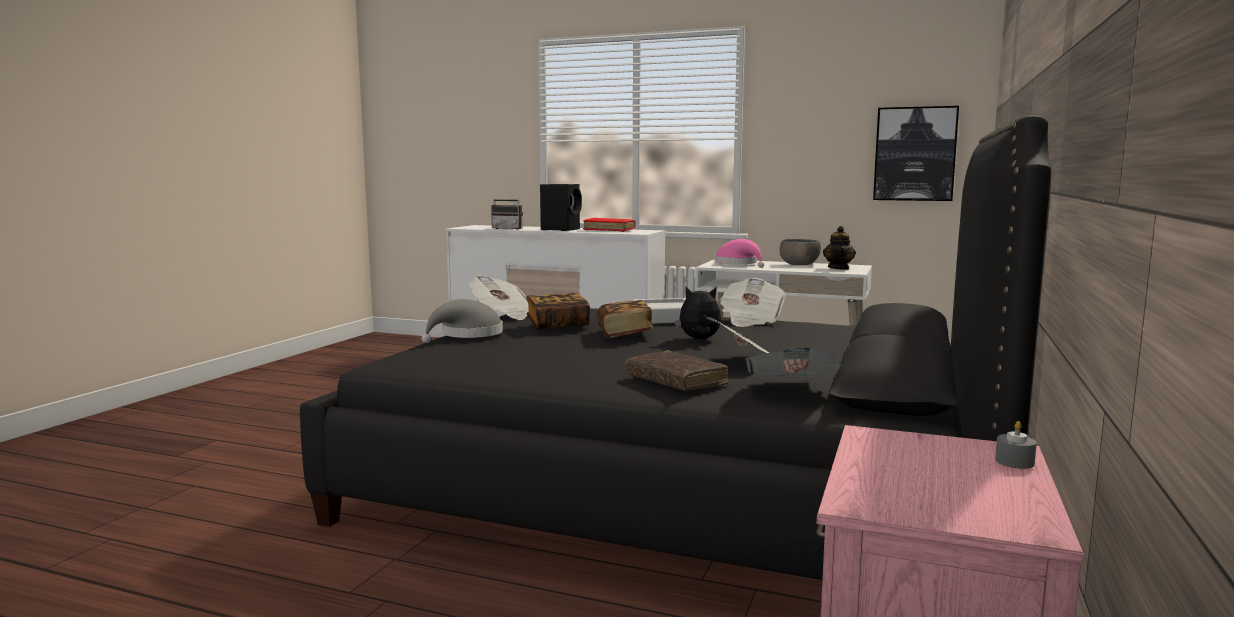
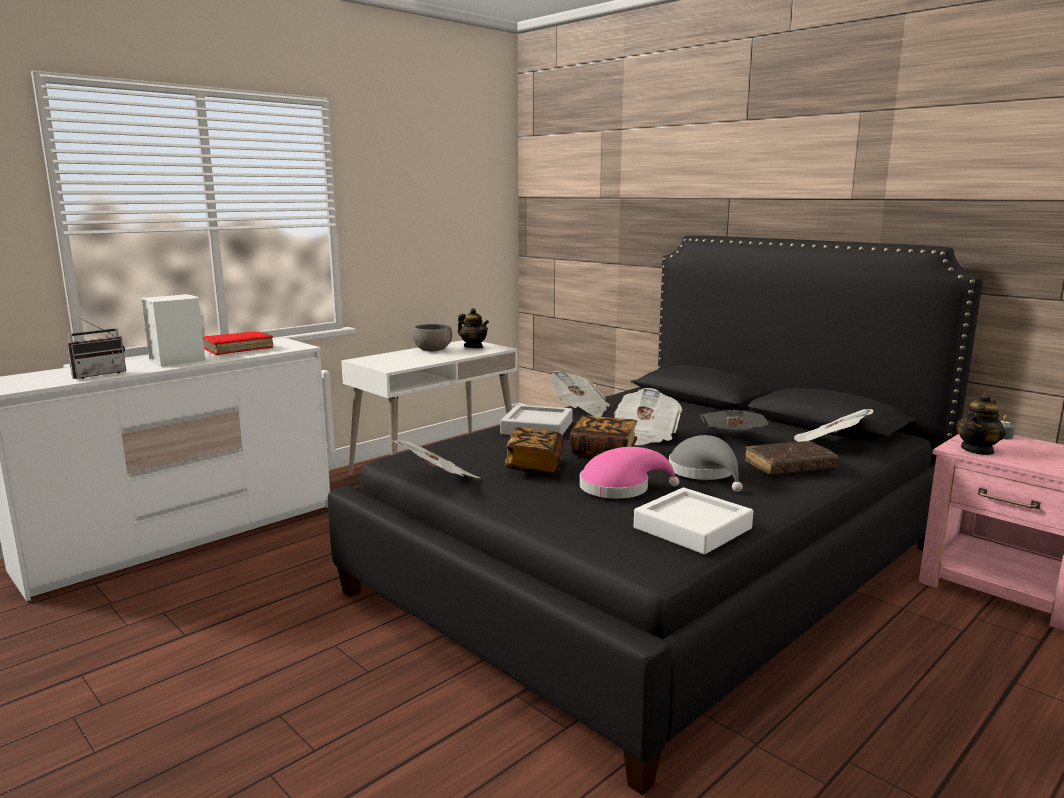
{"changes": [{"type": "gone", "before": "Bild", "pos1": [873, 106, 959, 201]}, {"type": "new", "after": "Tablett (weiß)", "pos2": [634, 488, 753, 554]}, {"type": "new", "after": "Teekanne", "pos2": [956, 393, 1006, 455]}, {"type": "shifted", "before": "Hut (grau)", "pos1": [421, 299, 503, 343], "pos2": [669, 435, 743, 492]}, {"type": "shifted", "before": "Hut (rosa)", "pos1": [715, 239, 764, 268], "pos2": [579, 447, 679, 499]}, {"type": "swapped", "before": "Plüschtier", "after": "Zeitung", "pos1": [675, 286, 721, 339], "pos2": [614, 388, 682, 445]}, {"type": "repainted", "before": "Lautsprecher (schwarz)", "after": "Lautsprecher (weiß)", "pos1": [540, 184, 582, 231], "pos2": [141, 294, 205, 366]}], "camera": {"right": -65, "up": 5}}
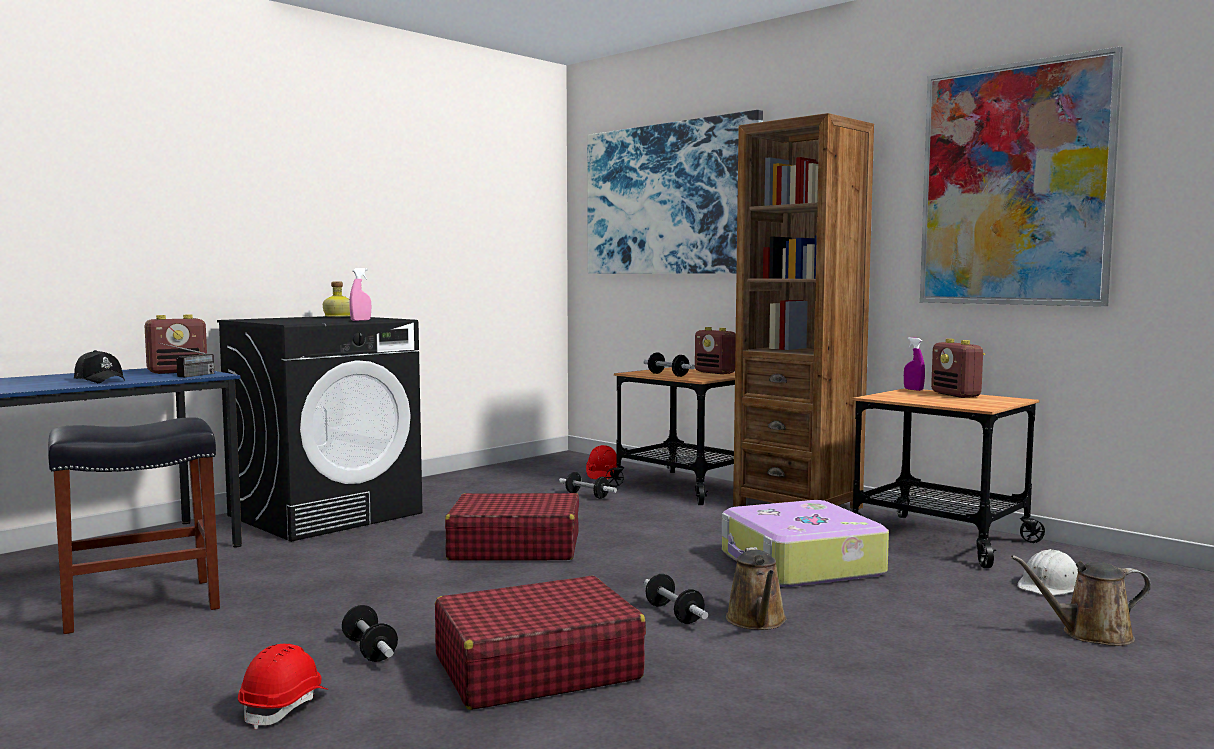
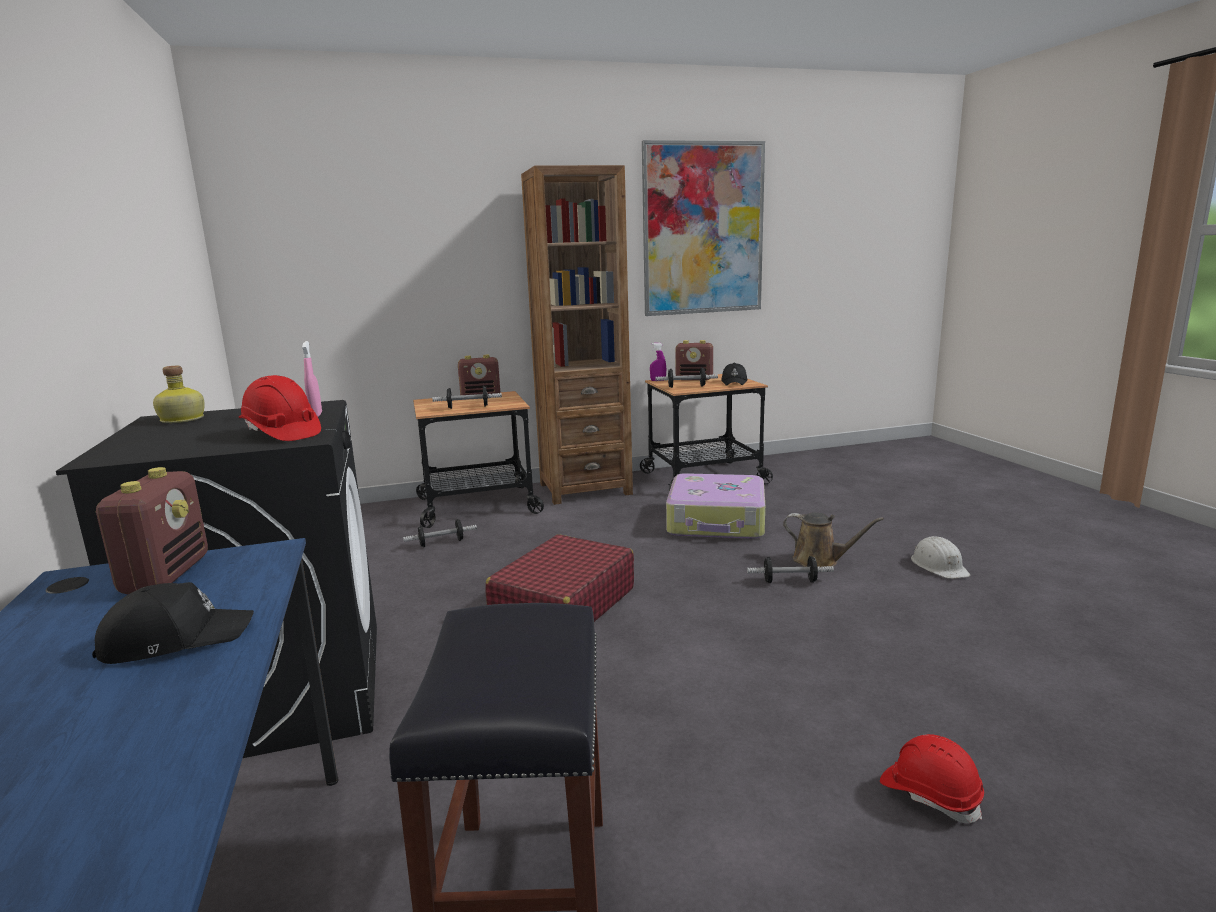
{"changes": [{"type": "gone", "before": "Radio", "pos1": [160, 343, 214, 377]}, {"type": "gone", "before": "Koffer (rot)", "pos1": [435, 576, 646, 710]}, {"type": "gone", "before": "Bild", "pos1": [587, 110, 763, 274]}, {"type": "gone", "before": "Gießkanne (braun)", "pos1": [1011, 555, 1151, 646]}, {"type": "new", "after": "Kappe (schwarz)", "pos2": [721, 363, 748, 386]}, {"type": "shifted", "before": "Hantel", "pos1": [342, 605, 398, 662], "pos2": [655, 367, 718, 388]}, {"type": "shifted", "before": "Schutzhelm (rot)", "pos1": [586, 445, 617, 479], "pos2": [239, 375, 321, 441]}, {"type": "shifted", "before": "Schutzhelm (weiß)", "pos1": [1017, 549, 1078, 595], "pos2": [911, 536, 970, 579]}], "camera": {"right": -60, "up": 10}}
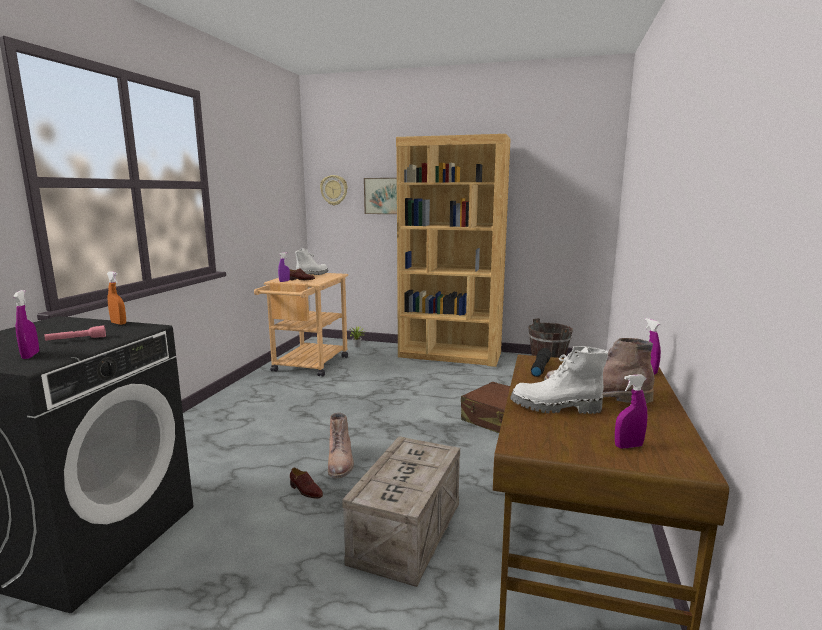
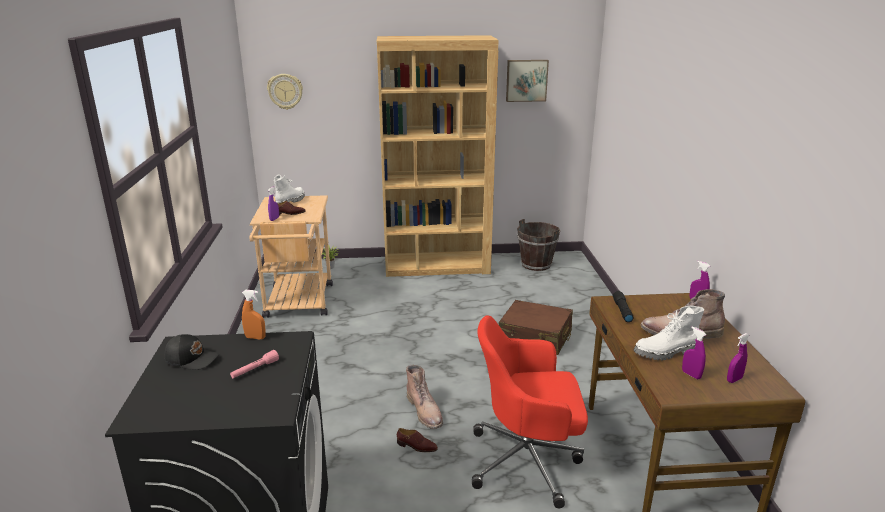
{"changes": [{"type": "new", "after": "Kappe (schwarz)", "pos2": [165, 334, 219, 370]}, {"type": "shifted", "before": "Sprühflasche (lila)", "pos1": [13, 290, 39, 359], "pos2": [682, 326, 706, 379]}, {"type": "shifted", "before": "Bild", "pos1": [364, 178, 397, 214], "pos2": [506, 60, 549, 102]}, {"type": "swapped", "before": "Kiste", "after": "Bürostuhl (rot)", "pos1": [342, 436, 460, 587], "pos2": [472, 316, 588, 508]}], "camera": {"right": -20, "up": 10}}
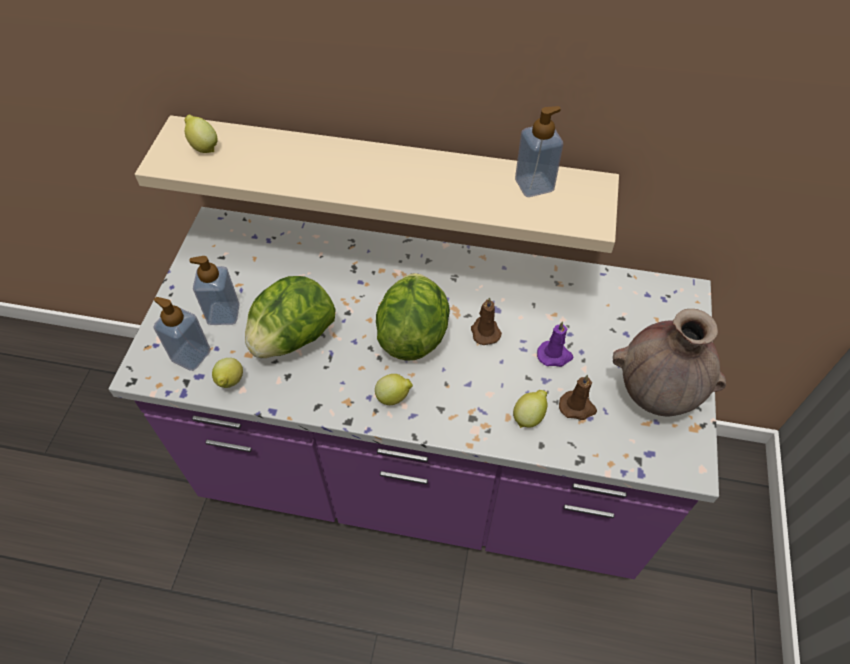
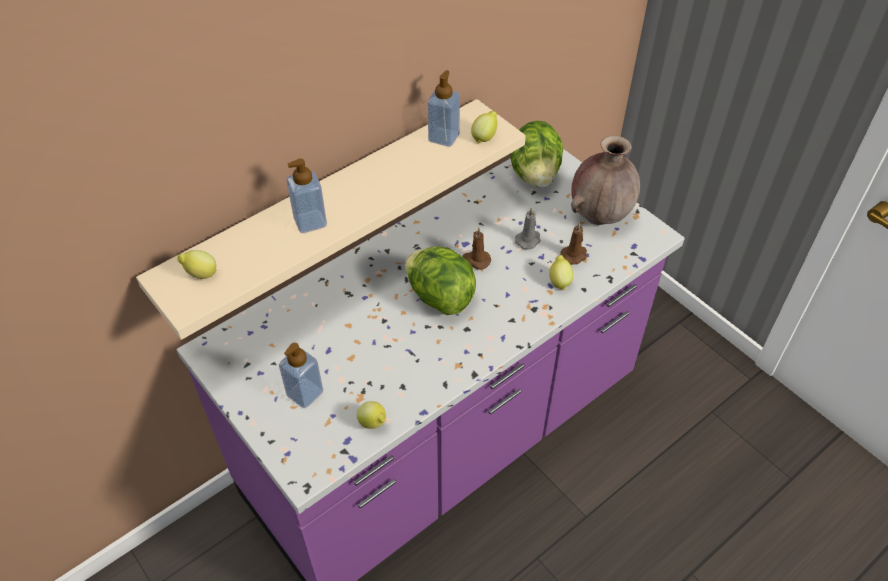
{"changes": [{"type": "shifted", "before": "Seifenspender", "pos1": [153, 297, 211, 371], "pos2": [286, 158, 327, 233]}, {"type": "shifted", "before": "Salatkopf", "pos1": [245, 276, 336, 358], "pos2": [510, 120, 563, 188]}, {"type": "shifted", "before": "Zitrone", "pos1": [375, 374, 413, 405], "pos2": [471, 111, 498, 143]}, {"type": "repainted", "before": "Kerze (lila)", "after": "Kerze (grau)", "pos1": [537, 321, 573, 367], "pos2": [515, 207, 541, 250]}], "camera": {"right": -50, "up": -5}}
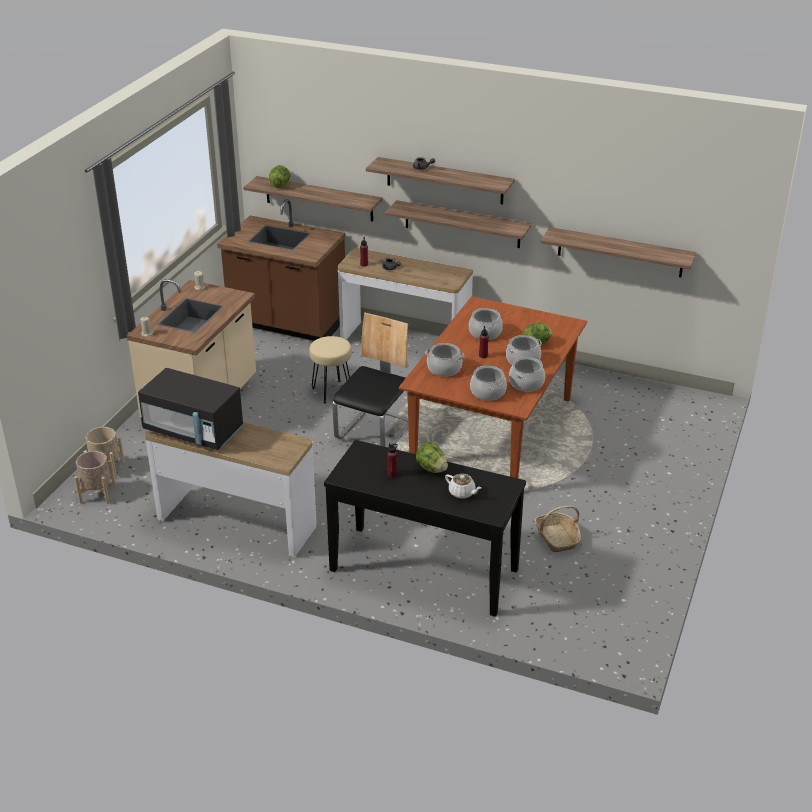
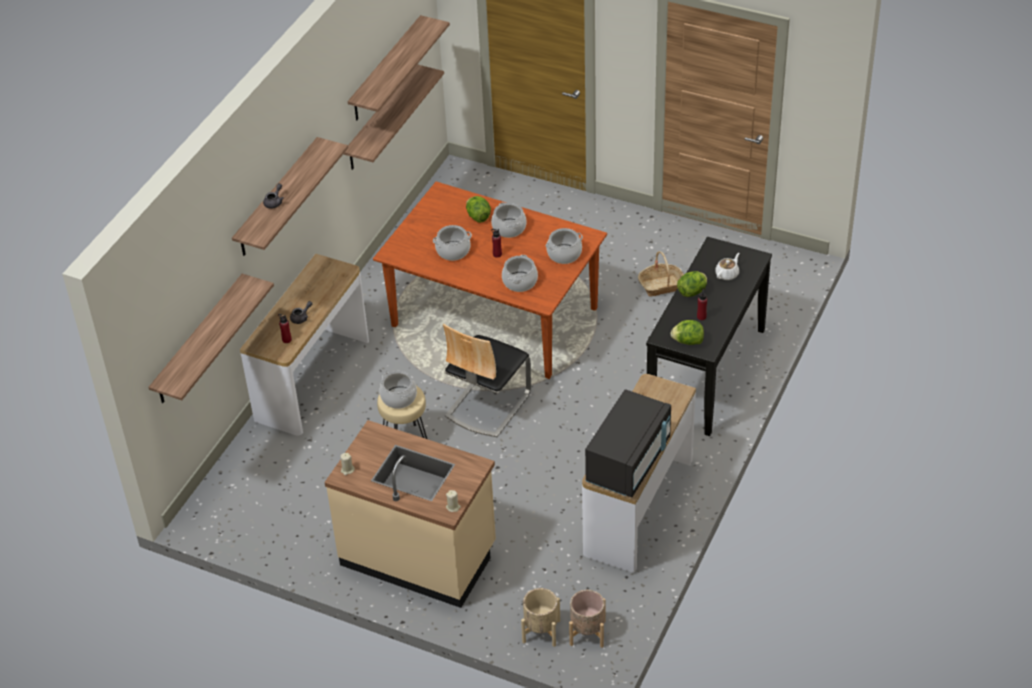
{"changes": [{"type": "gone", "before": "Küchenzeile (braun)", "pos1": [217, 199, 345, 341]}, {"type": "shifted", "before": "Salatkopf", "pos1": [269, 165, 290, 188], "pos2": [670, 320, 704, 345]}, {"type": "shifted", "before": "Wandregal", "pos1": [385, 200, 532, 248], "pos2": [348, 15, 450, 120]}, {"type": "shifted", "before": "Kochtopf", "pos1": [509, 357, 545, 392], "pos2": [380, 371, 417, 409]}, {"type": "rotated", "before": "Stuhl", "pos1": [332, 313, 409, 448], "pos2": [443, 324, 531, 437], "turn": -90}], "camera": {"right": -85, "up": 10}}
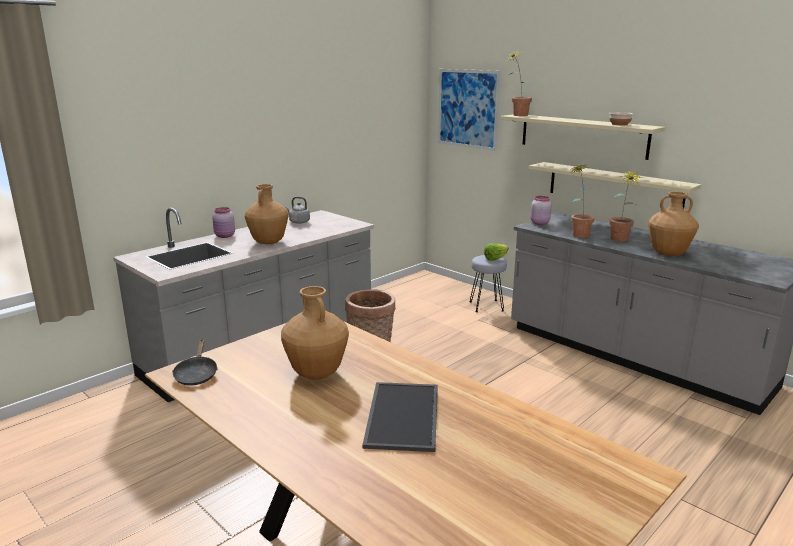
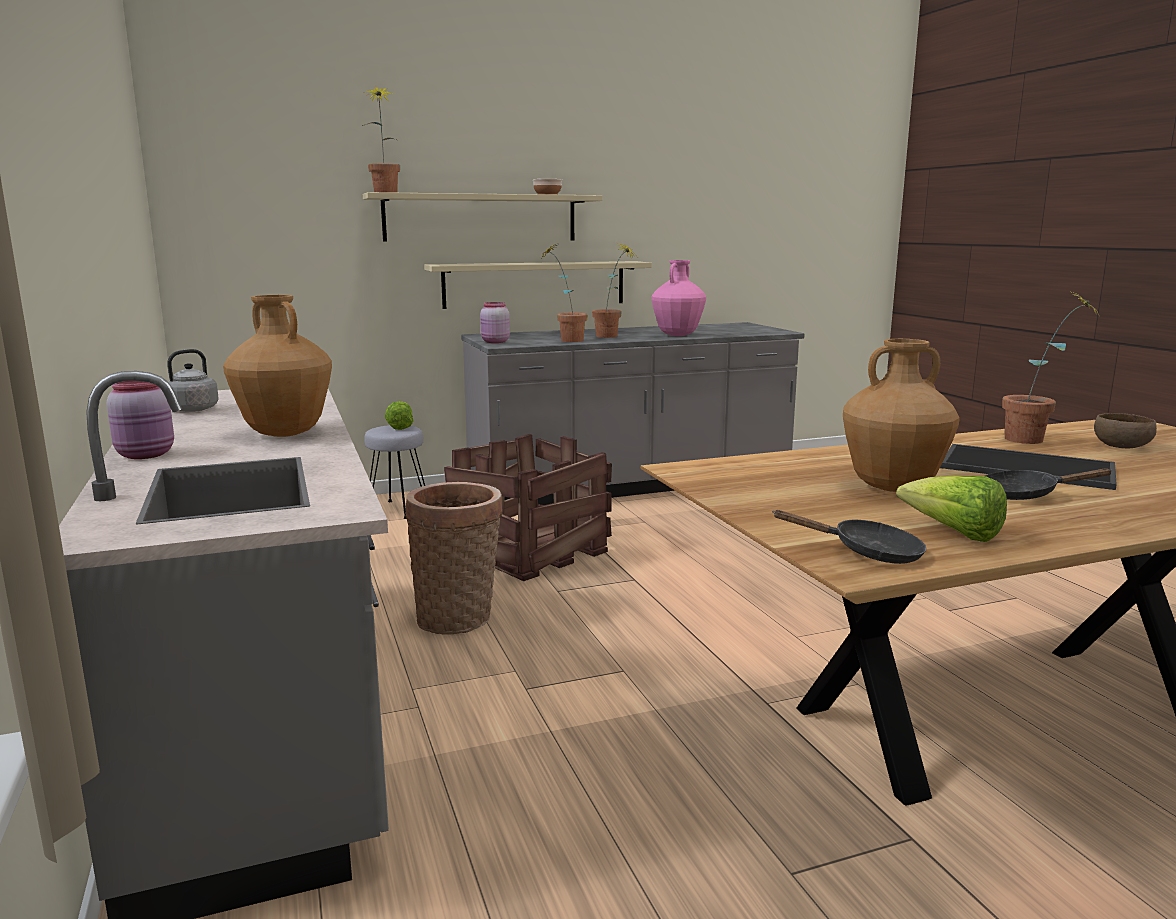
{"changes": [{"type": "gone", "before": "Bild", "pos1": [438, 69, 501, 151]}, {"type": "new", "after": "Kiste", "pos2": [444, 434, 612, 581]}, {"type": "new", "after": "Salatkopf", "pos2": [896, 475, 1007, 542]}, {"type": "new", "after": "Pfanne (schwarz)", "pos2": [985, 468, 1113, 500]}, {"type": "new", "after": "Topfpflanze", "pos2": [1002, 292, 1099, 444]}, {"type": "new", "after": "Schüssel (braun)", "pos2": [1094, 413, 1157, 449]}, {"type": "repainted", "before": "Vase (braun)", "after": "Vase (rosa)", "pos1": [648, 192, 699, 256], "pos2": [652, 260, 706, 336]}], "camera": {"right": -65, "up": -5}}
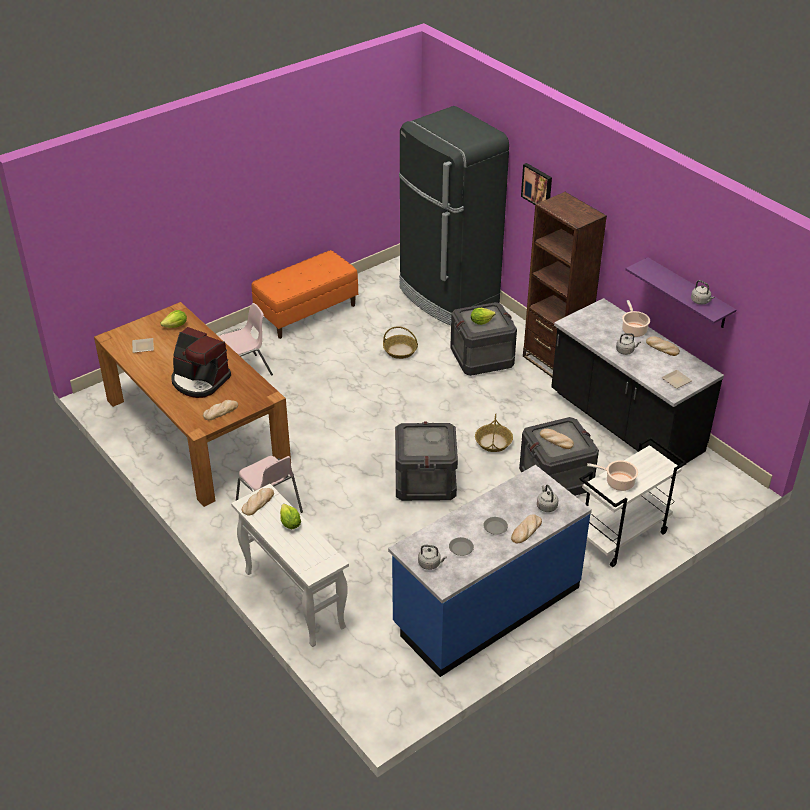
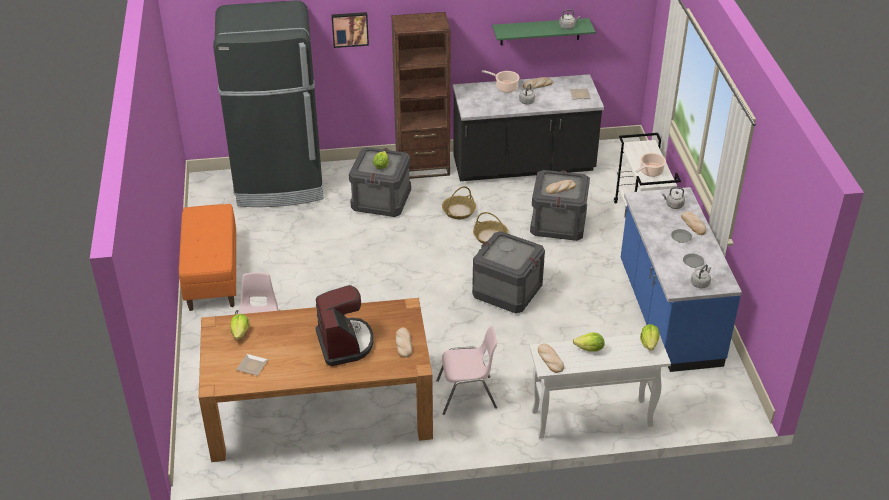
{"changes": [{"type": "new", "after": "Salatkopf", "pos2": [640, 324, 659, 351]}, {"type": "shifted", "before": "Korb", "pos1": [383, 326, 418, 359], "pos2": [442, 186, 476, 219]}, {"type": "repainted", "before": "Wandregal (lila)", "after": "Wandregal (grün)", "pos1": [625, 257, 736, 328], "pos2": [492, 18, 595, 45]}, {"type": "rotated", "before": "Kaffeemaschine", "pos1": [171, 327, 231, 398], "pos2": [315, 285, 373, 366], "turn": -75}], "camera": {"right": -60, "up": 0}}
